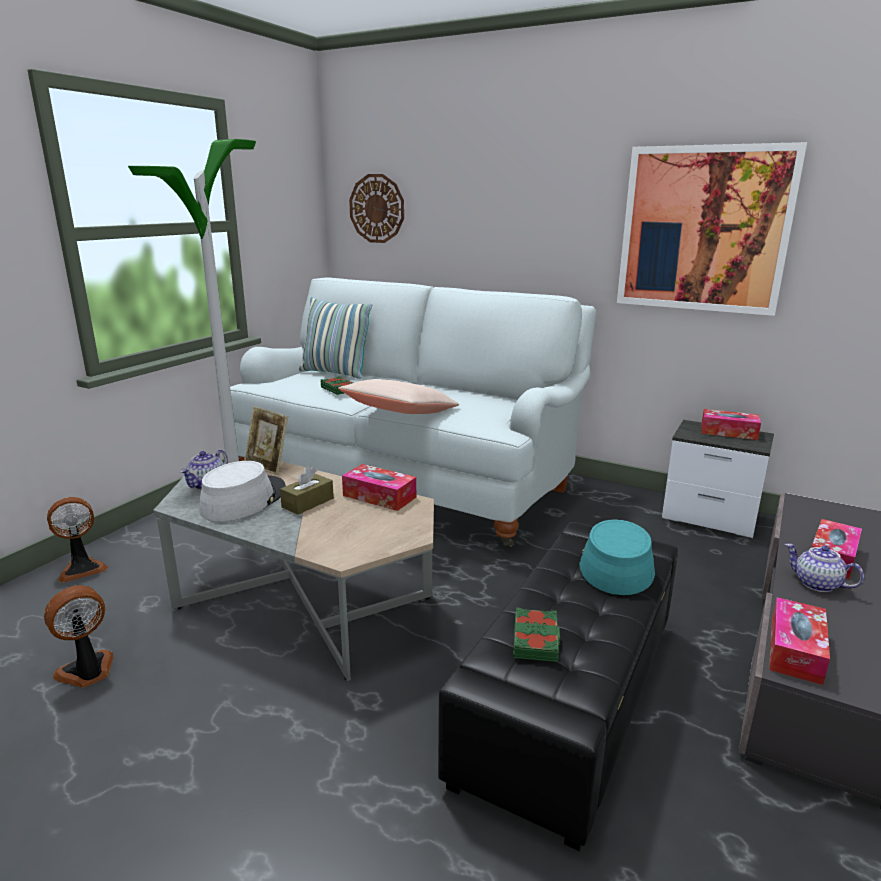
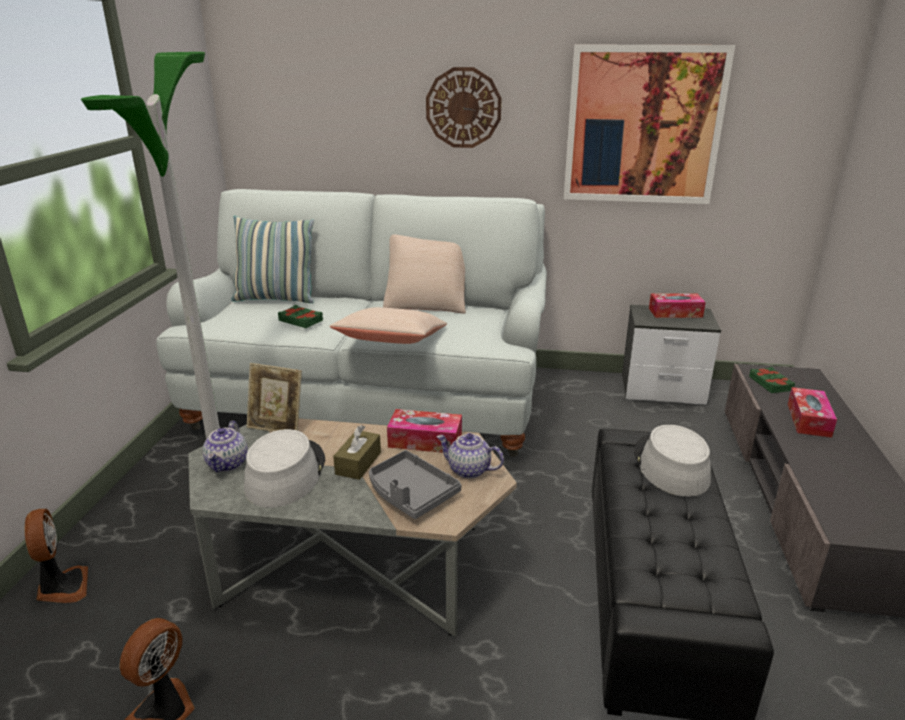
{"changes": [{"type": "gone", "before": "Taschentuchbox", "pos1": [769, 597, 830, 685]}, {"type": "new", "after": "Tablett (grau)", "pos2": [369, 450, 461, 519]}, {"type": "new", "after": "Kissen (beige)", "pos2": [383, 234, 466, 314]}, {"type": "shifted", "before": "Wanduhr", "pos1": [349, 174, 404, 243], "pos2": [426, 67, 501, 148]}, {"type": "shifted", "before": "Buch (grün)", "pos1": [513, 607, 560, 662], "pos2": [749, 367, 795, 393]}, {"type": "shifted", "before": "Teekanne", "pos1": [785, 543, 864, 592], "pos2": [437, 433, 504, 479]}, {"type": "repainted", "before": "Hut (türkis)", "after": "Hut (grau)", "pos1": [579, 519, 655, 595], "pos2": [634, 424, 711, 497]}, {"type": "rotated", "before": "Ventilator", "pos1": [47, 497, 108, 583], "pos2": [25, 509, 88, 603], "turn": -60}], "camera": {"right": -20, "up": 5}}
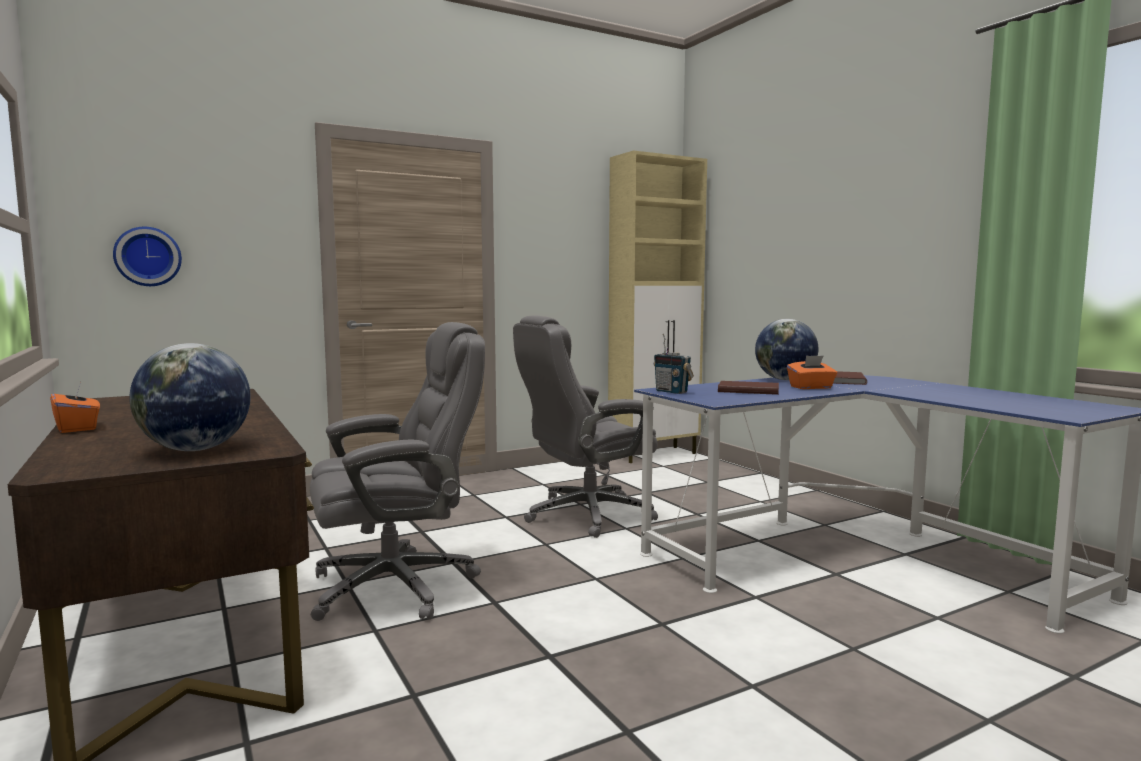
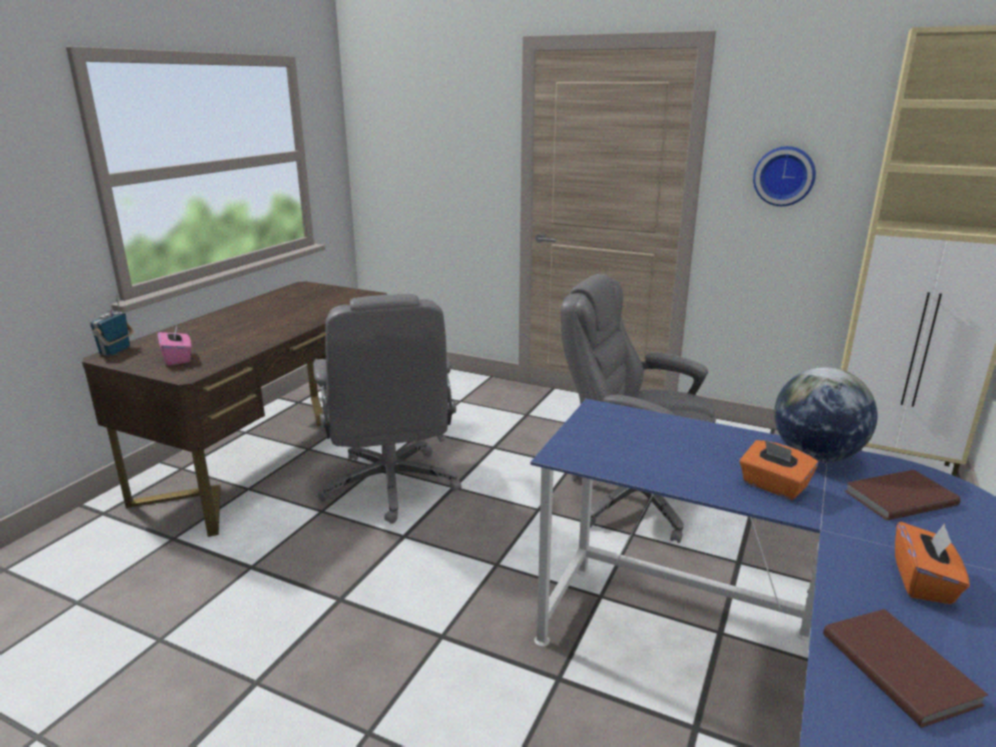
{"changes": [{"type": "shifted", "before": "Taschentuchbox (orange)", "pos1": [50, 382, 100, 433], "pos2": [895, 522, 970, 604]}, {"type": "shifted", "before": "Wanduhr", "pos1": [113, 227, 182, 286], "pos2": [753, 146, 816, 206]}, {"type": "shifted", "before": "Radio", "pos1": [654, 334, 694, 394], "pos2": [90, 294, 134, 356]}, {"type": "shifted", "before": "Buch (braun)", "pos1": [718, 381, 779, 395], "pos2": [823, 609, 988, 728]}, {"type": "swapped", "before": "Globus", "after": "Taschentuchbox (rosa)", "pos1": [129, 343, 251, 451], "pos2": [158, 325, 192, 366]}, {"type": "rotated", "before": "Bürostuhl (grau)", "pos1": [310, 322, 485, 621], "pos2": [313, 294, 462, 524], "turn": 45}], "camera": {"right": 55, "up": 15}}
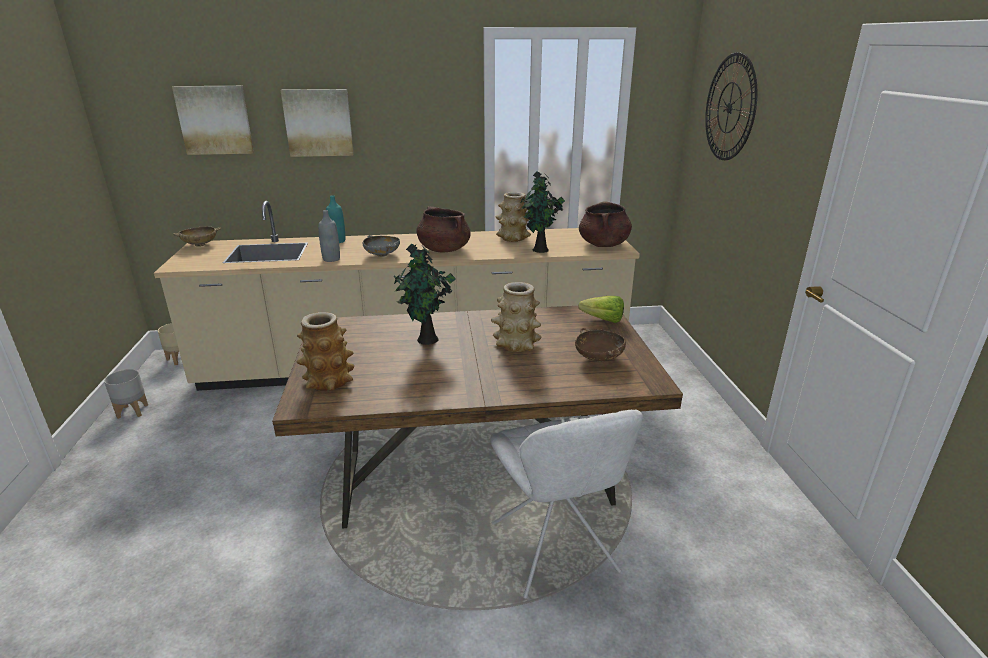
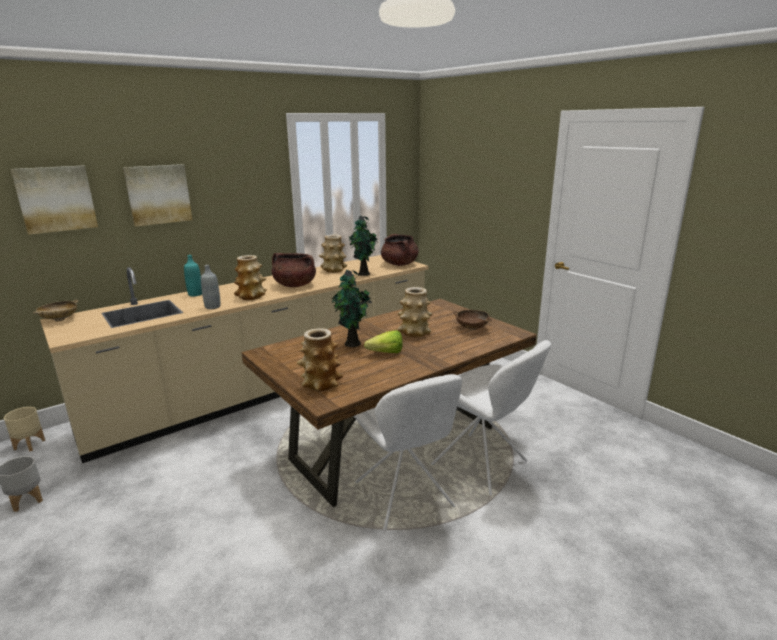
{"changes": [{"type": "gone", "before": "Wanduhr", "pos1": [705, 52, 757, 160]}, {"type": "new", "after": "Stuhl (weiß)", "pos2": [354, 374, 462, 531]}, {"type": "shifted", "before": "Salatkopf", "pos1": [578, 296, 624, 323], "pos2": [364, 330, 403, 353]}, {"type": "swapped", "before": "Schüssel (grau)", "after": "Vase", "pos1": [363, 235, 400, 257], "pos2": [234, 255, 267, 300]}], "camera": {"right": -30, "up": -5}}
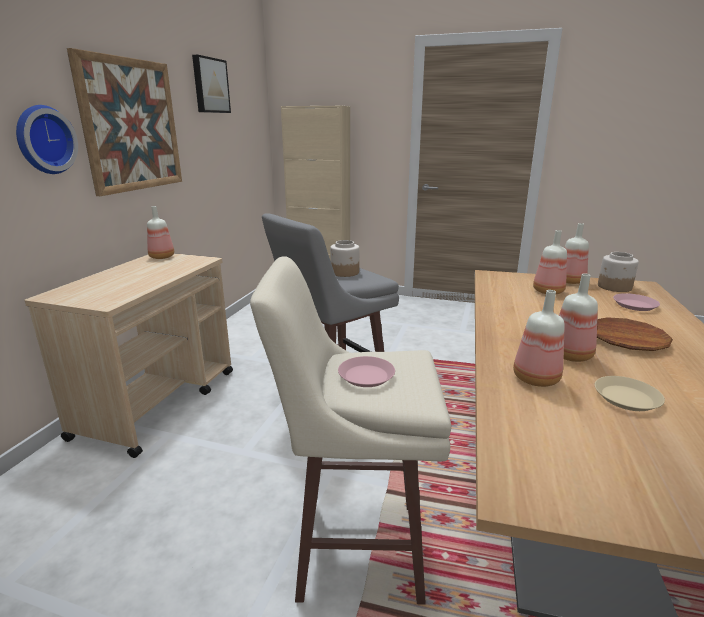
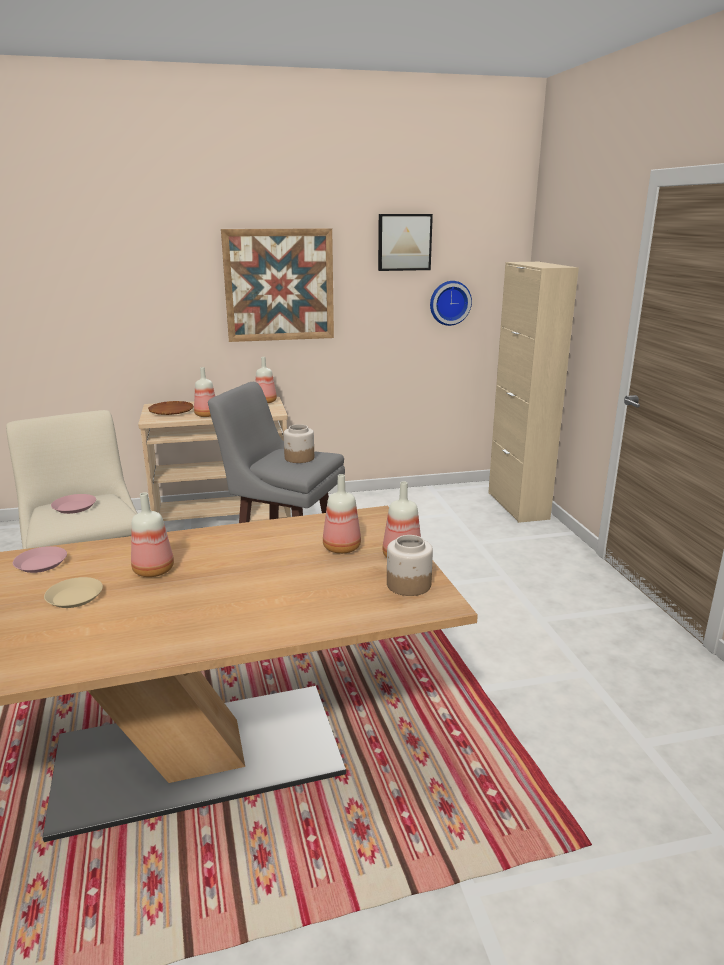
{"changes": [{"type": "shifted", "before": "Wanduhr", "pos1": [16, 105, 78, 174], "pos2": [430, 281, 472, 326]}, {"type": "shifted", "before": "Flasche", "pos1": [513, 290, 565, 387], "pos2": [194, 367, 215, 417]}, {"type": "shifted", "before": "Teller (braun)", "pos1": [597, 317, 673, 351], "pos2": [148, 401, 194, 415]}, {"type": "shifted", "before": "Teller (rosa)", "pos1": [613, 293, 660, 311], "pos2": [13, 546, 67, 573]}], "camera": {"right": 60, "up": 0}}
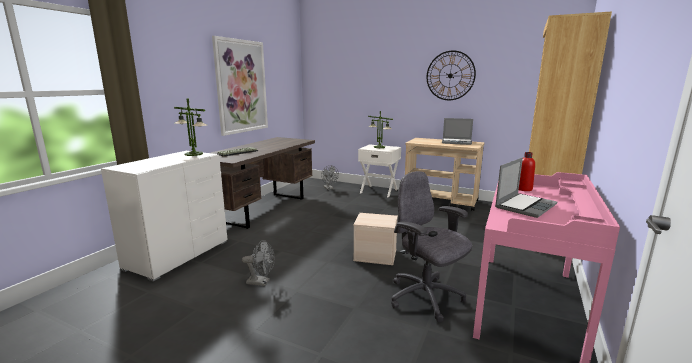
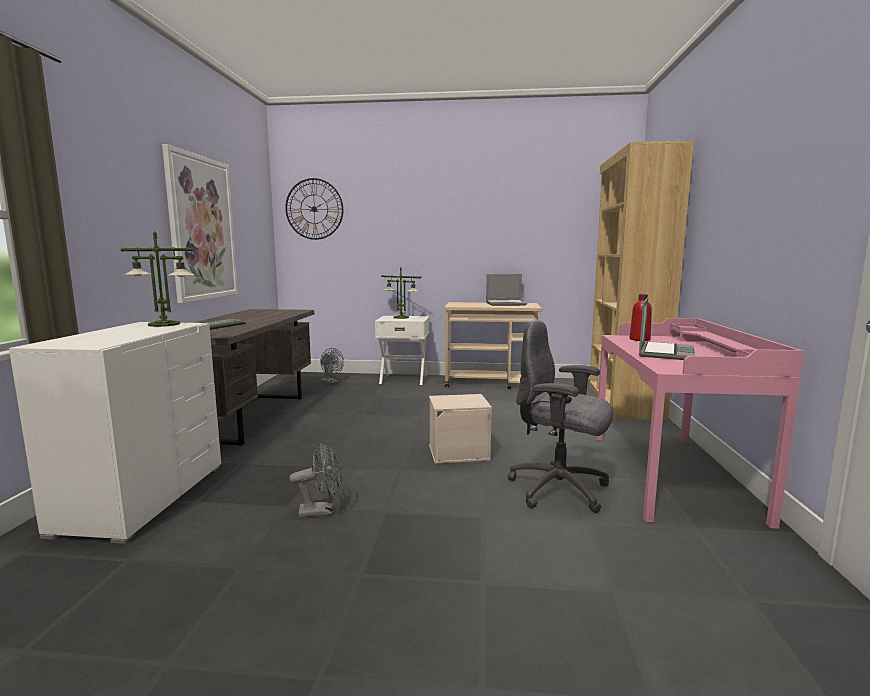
{"changes": [{"type": "shifted", "before": "Wanduhr", "pos1": [427, 50, 476, 100], "pos2": [285, 178, 343, 240]}], "camera": {"right": -20, "up": -5}}
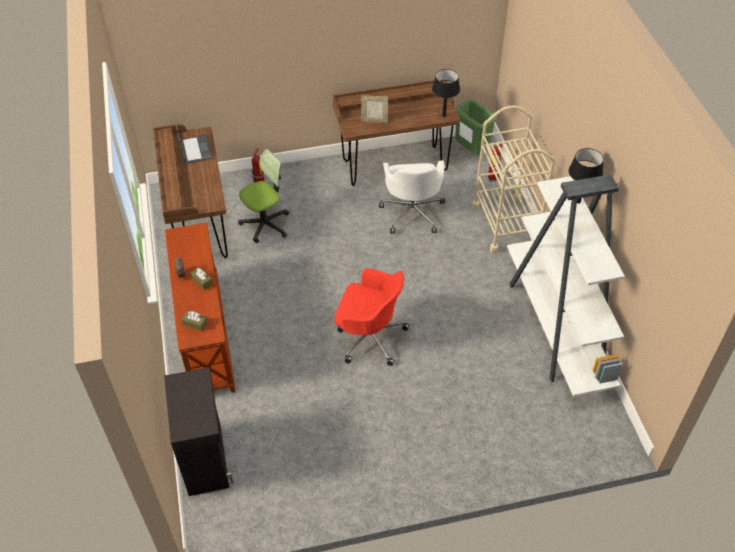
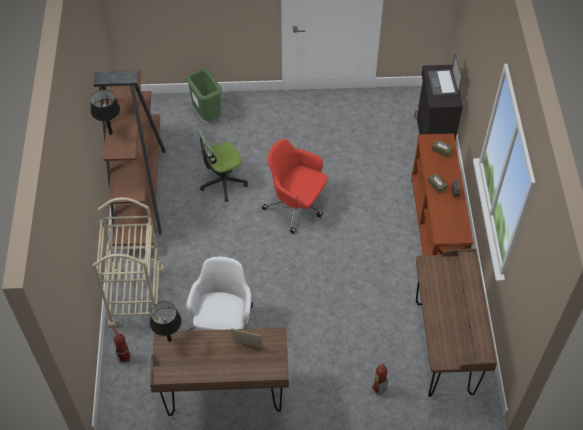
{"changes": [{"type": "shifted", "before": "Laptop", "pos1": [175, 121, 212, 164], "pos2": [428, 53, 462, 96]}, {"type": "shifted", "before": "Bürostuhl", "pos1": [238, 149, 289, 243], "pos2": [198, 130, 248, 202]}, {"type": "shifted", "before": "Mülleimer (grün)", "pos1": [455, 100, 497, 154], "pos2": [186, 69, 222, 121]}, {"type": "repainted", "before": "Bücherregal (weiß)", "after": "Bücherregal (braun)", "pos1": [507, 175, 625, 397], "pos2": [94, 70, 165, 246]}], "camera": {"right": -170, "up": 5}}
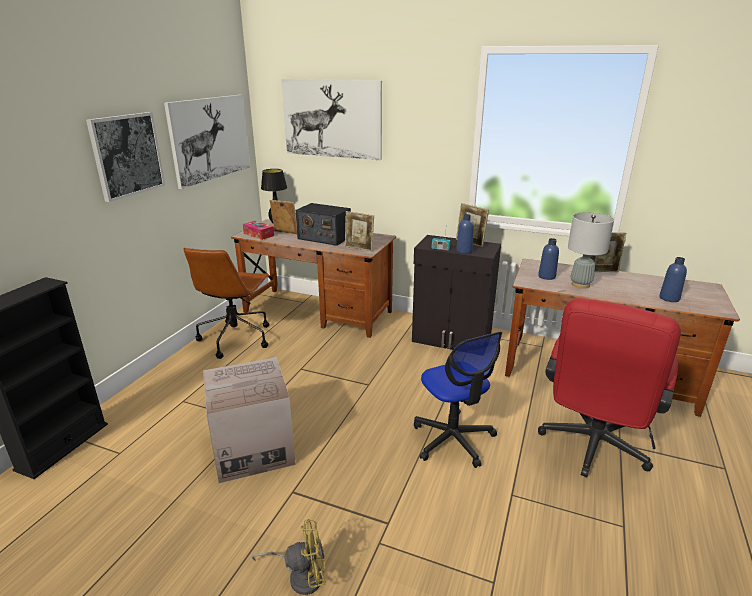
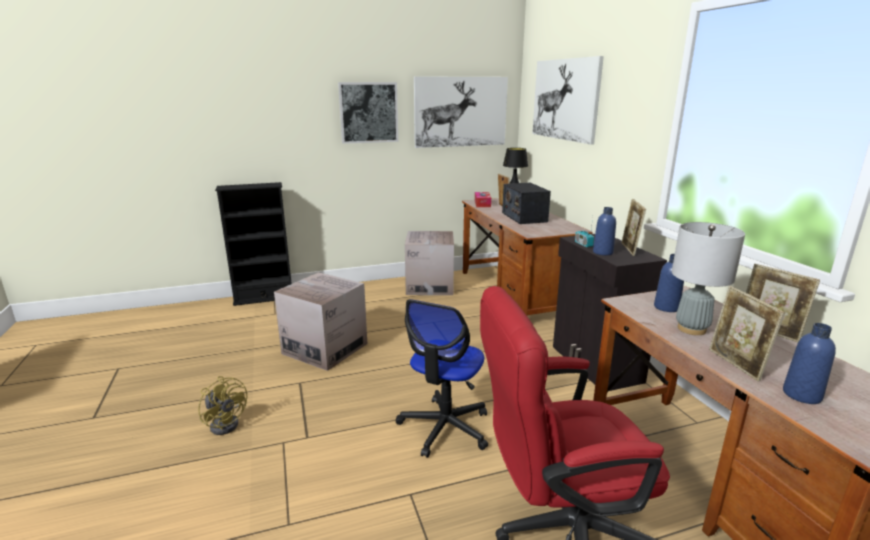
{"changes": [{"type": "shifted", "before": "Bilderrahmen", "pos1": [345, 211, 374, 251], "pos2": [709, 286, 785, 382]}, {"type": "swapped", "before": "Bürostuhl (braun)", "after": "Karton", "pos1": [184, 248, 270, 359], "pos2": [405, 231, 454, 295]}], "camera": {"right": 50, "up": -5}}
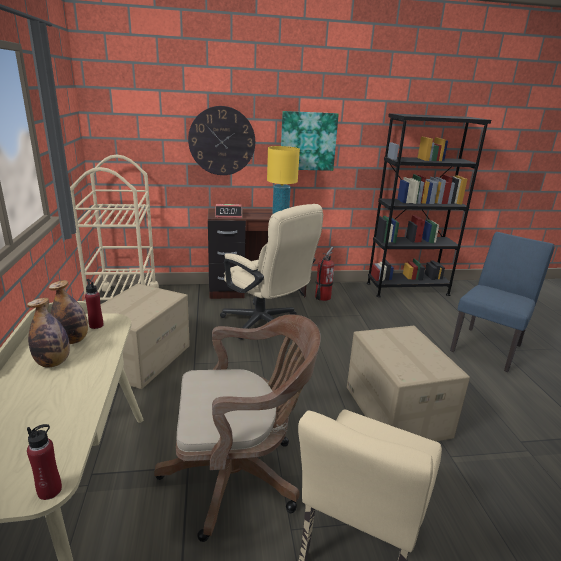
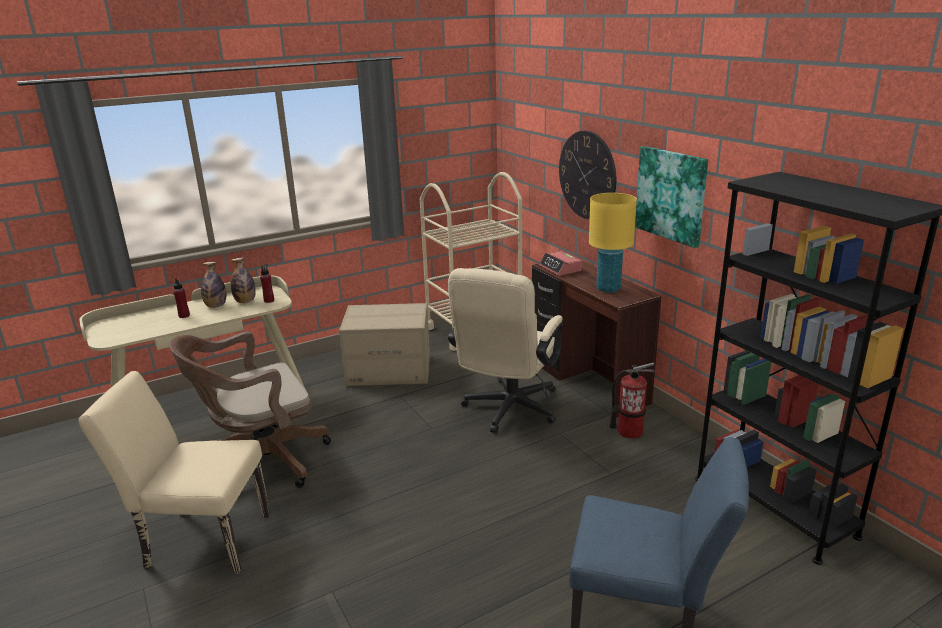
{"changes": [{"type": "gone", "before": "Karton", "pos1": [347, 326, 470, 442]}, {"type": "shifted", "before": "Flasche (rot)", "pos1": [27, 424, 62, 500], "pos2": [173, 279, 190, 318]}, {"type": "rotated", "before": "Bürostuhl (braun)", "pos1": [154, 314, 321, 542], "pos2": [169, 331, 331, 488], "turn": 90}], "camera": {"right": 70, "up": 0}}
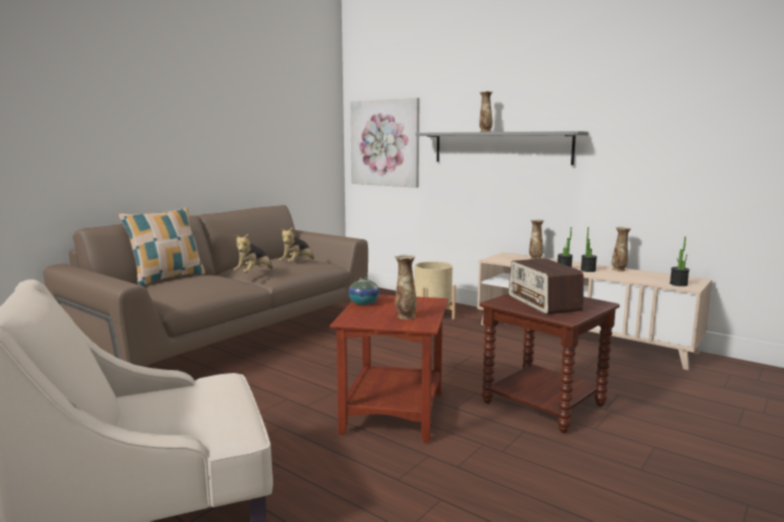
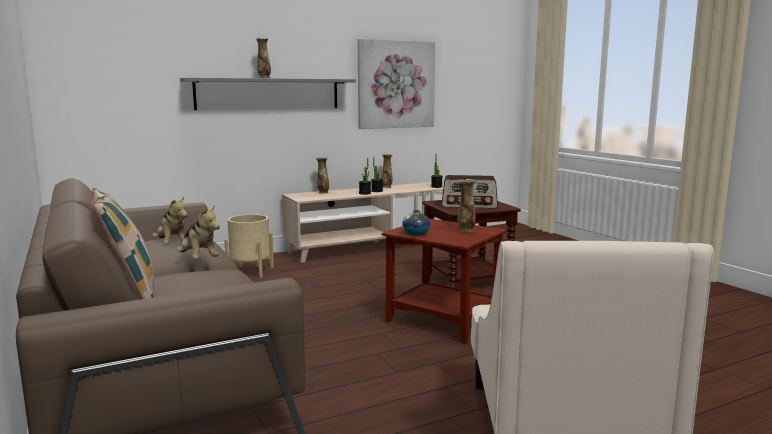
{"changes": [{"type": "shifted", "before": "Bild", "pos1": [350, 98, 420, 188], "pos2": [358, 39, 435, 129]}], "camera": {"right": -65, "up": 0}}
